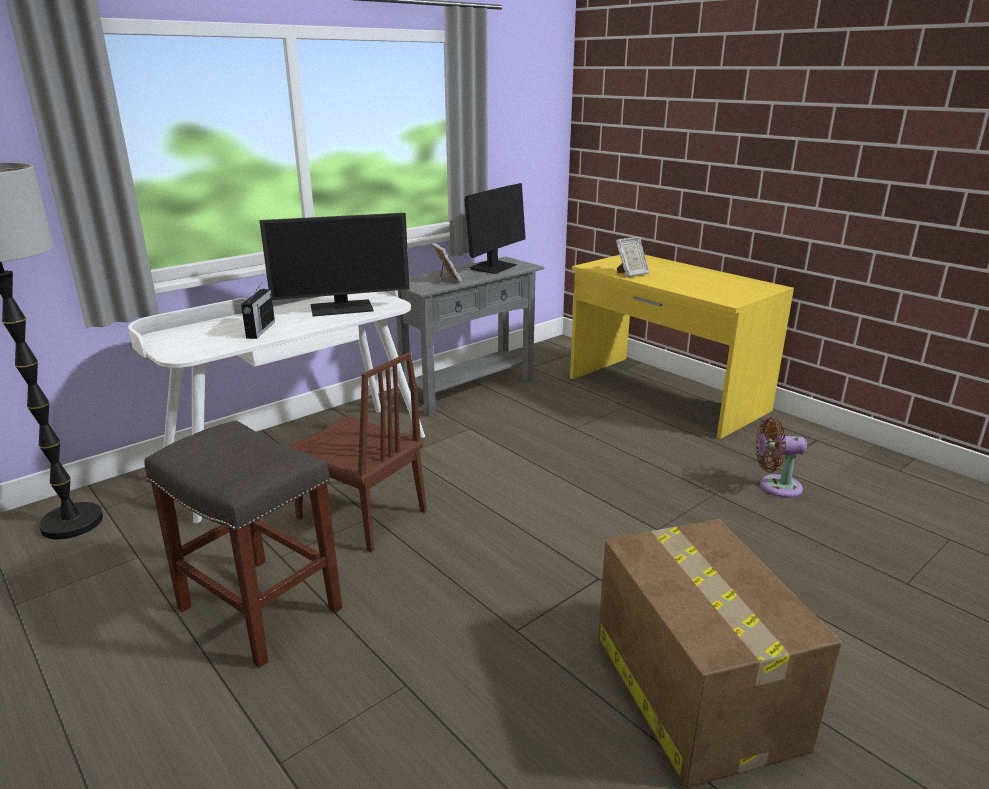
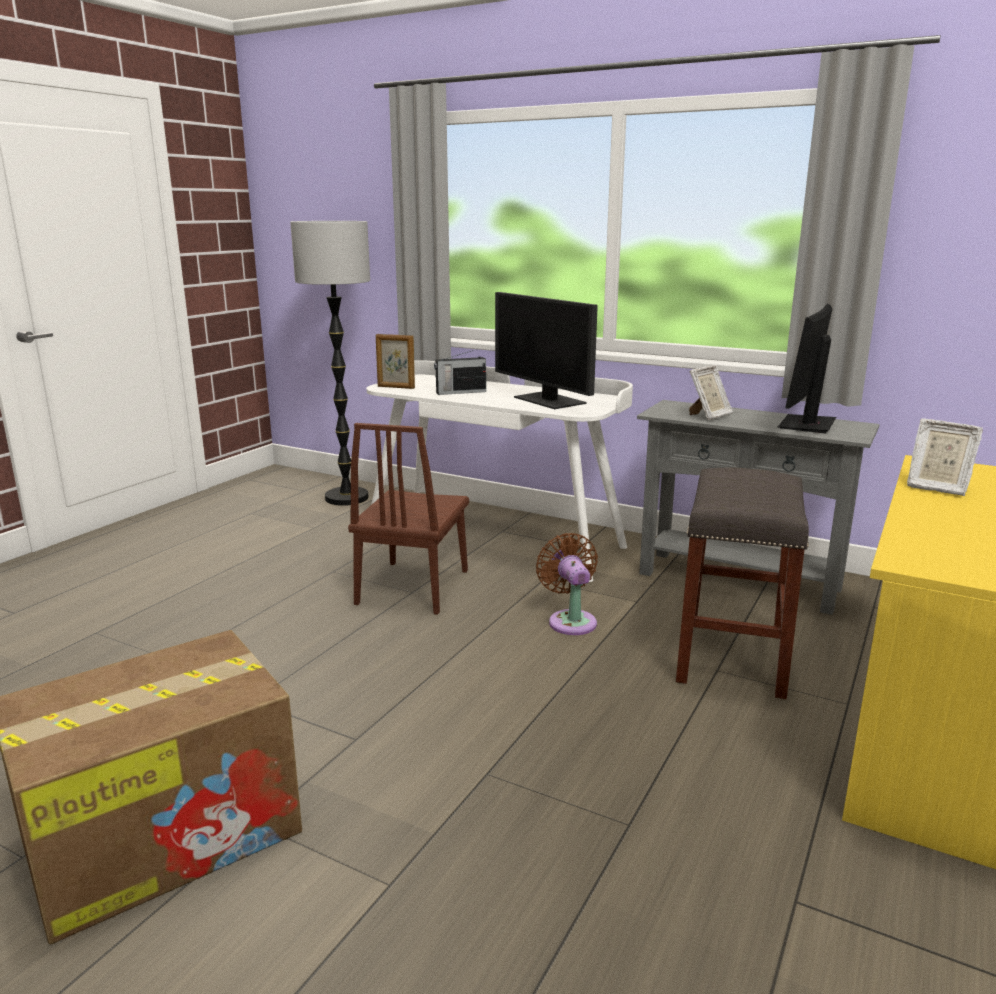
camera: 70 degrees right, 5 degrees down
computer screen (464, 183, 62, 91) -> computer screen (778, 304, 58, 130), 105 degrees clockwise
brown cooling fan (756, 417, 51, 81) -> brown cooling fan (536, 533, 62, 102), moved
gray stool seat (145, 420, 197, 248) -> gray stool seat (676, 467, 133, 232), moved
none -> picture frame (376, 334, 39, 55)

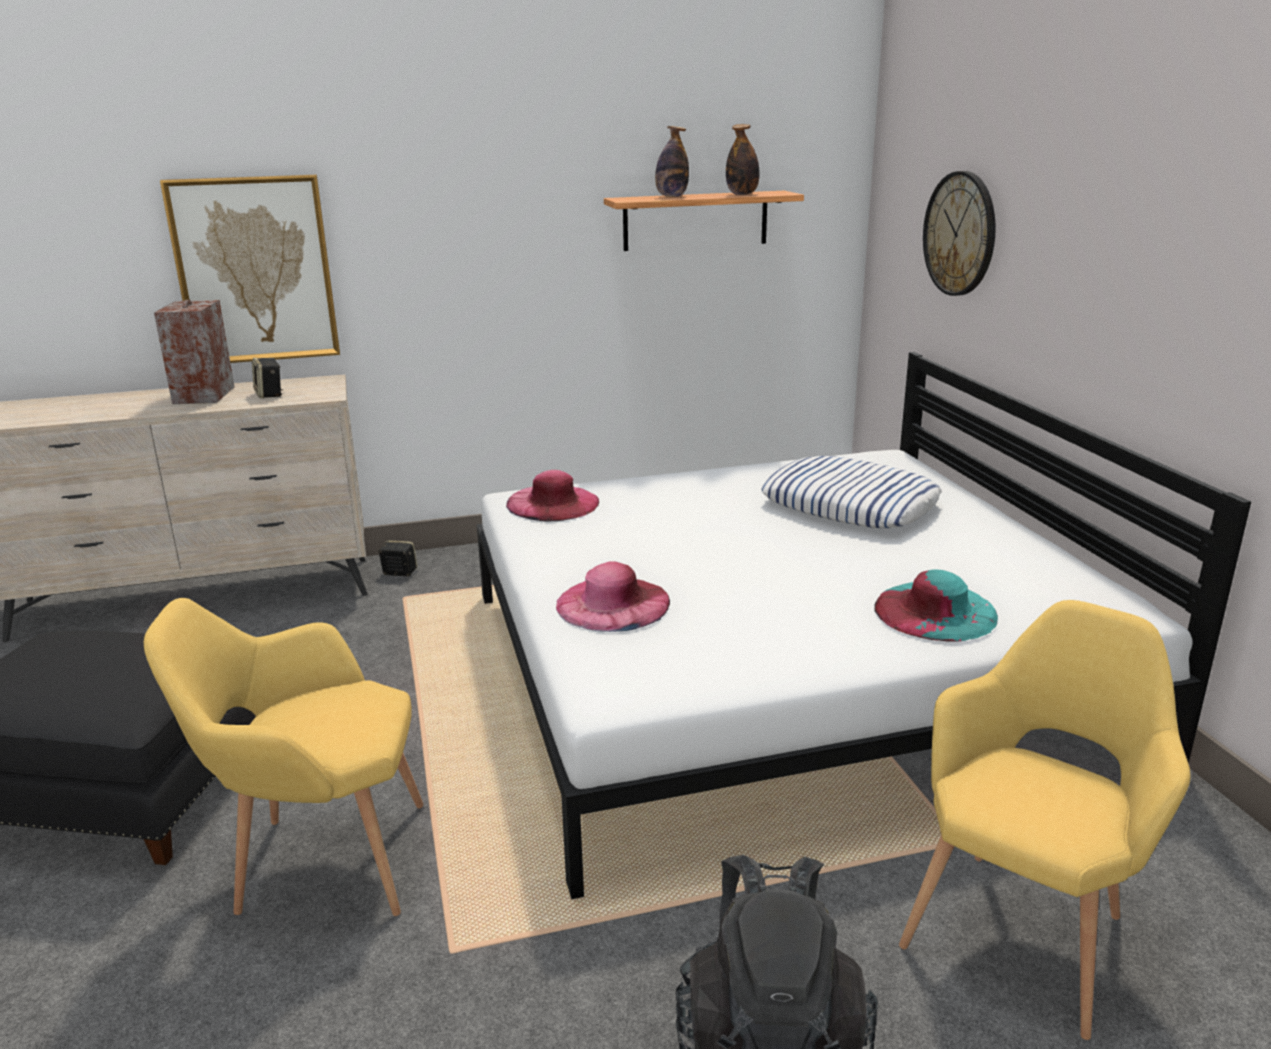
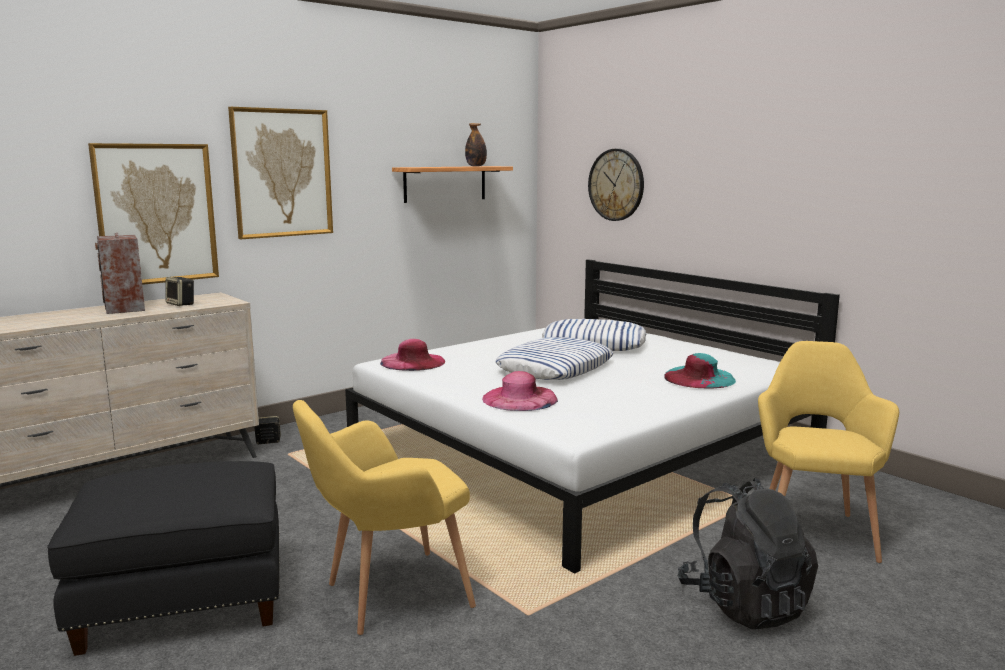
camera: 25 degrees left, 10 degrees down
bottle (655, 126, 34, 71) -> none
none -> picture (228, 107, 105, 132)
none -> cushion (495, 337, 118, 43)

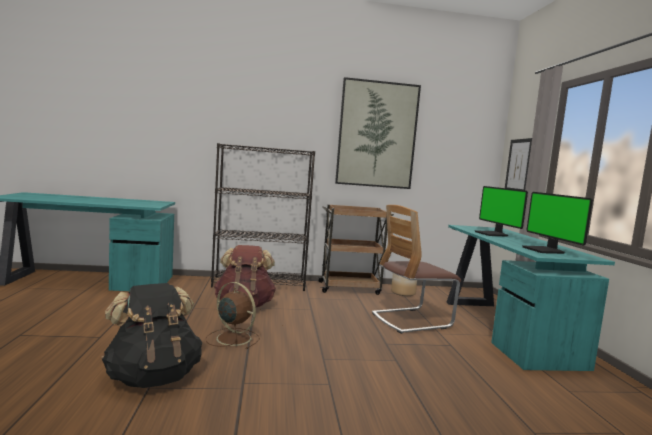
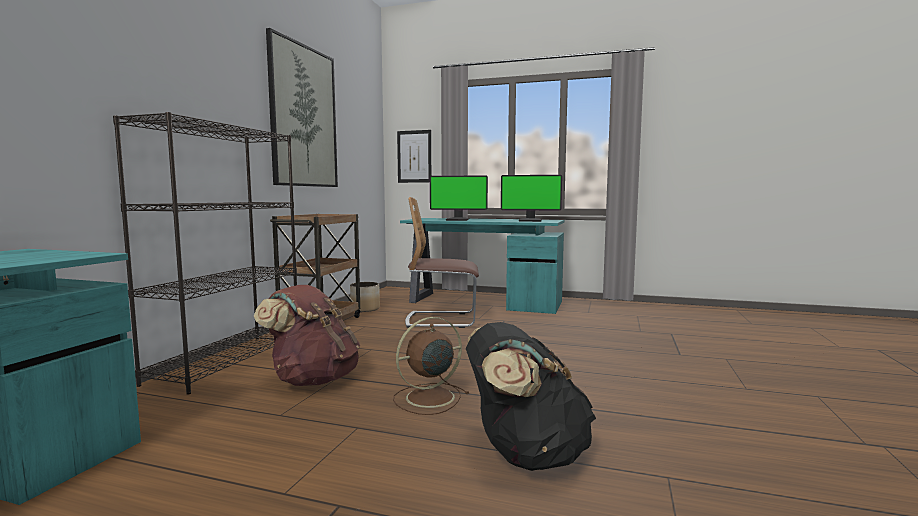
camera: 65 degrees left, 0 degrees up
plain chair (372, 205, 89, 129) -> plain chair (405, 197, 74, 131), 90 degrees clockwise

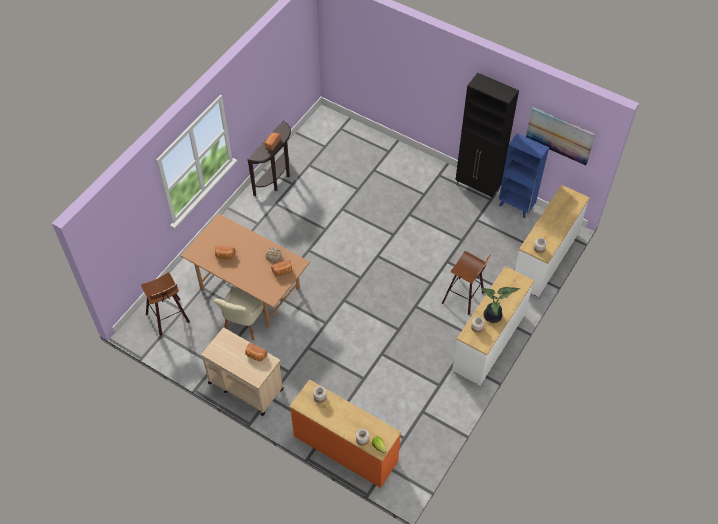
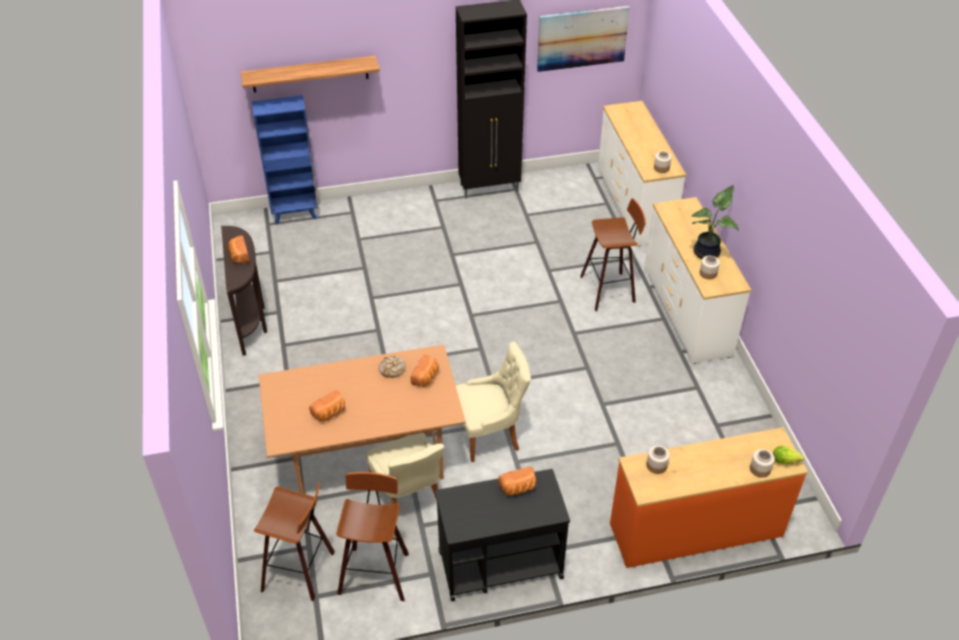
camera: 45 degrees left, 10 degrees down
blue bookcase (499, 133, 50, 85) -> blue bookcase (252, 95, 67, 129), moved
sand-coloured wheeled cart (201, 327, 82, 89) -> black-coloured wheeled cart (435, 469, 135, 132)
none -> wall shelf (241, 56, 139, 36)
none -> sand-coloured plain chair (456, 342, 75, 120)
none -> stool seat (336, 472, 73, 129)

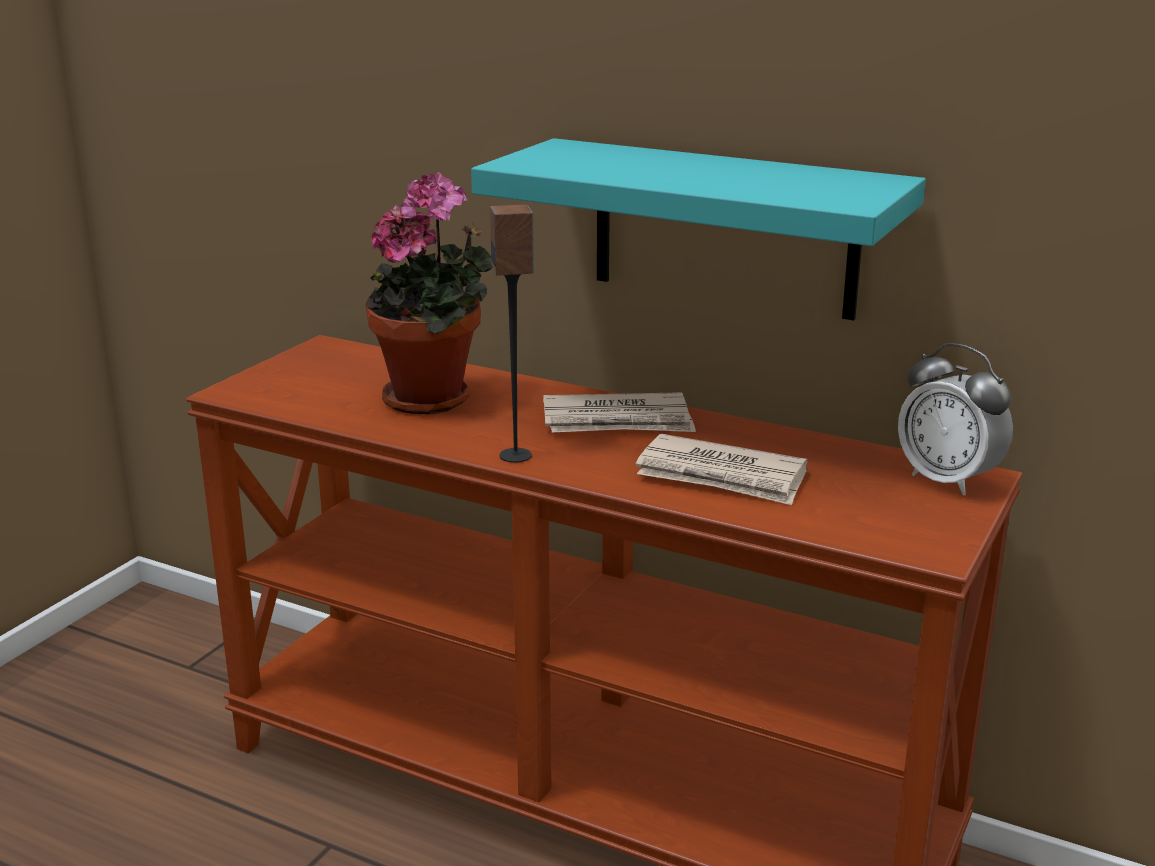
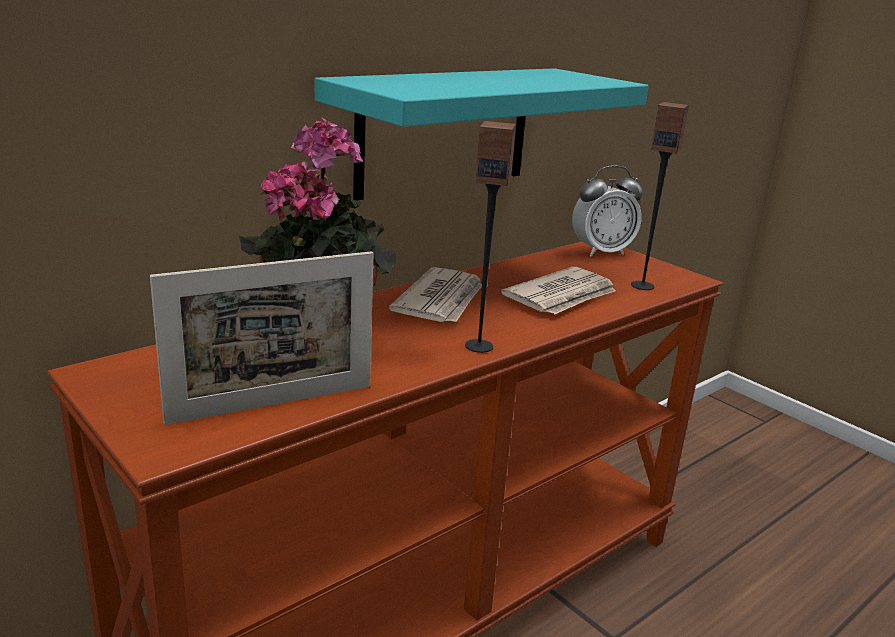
camera: 70 degrees left, 0 degrees up
none -> speaker (631, 102, 58, 188)
none -> picture frame (150, 251, 224, 174)

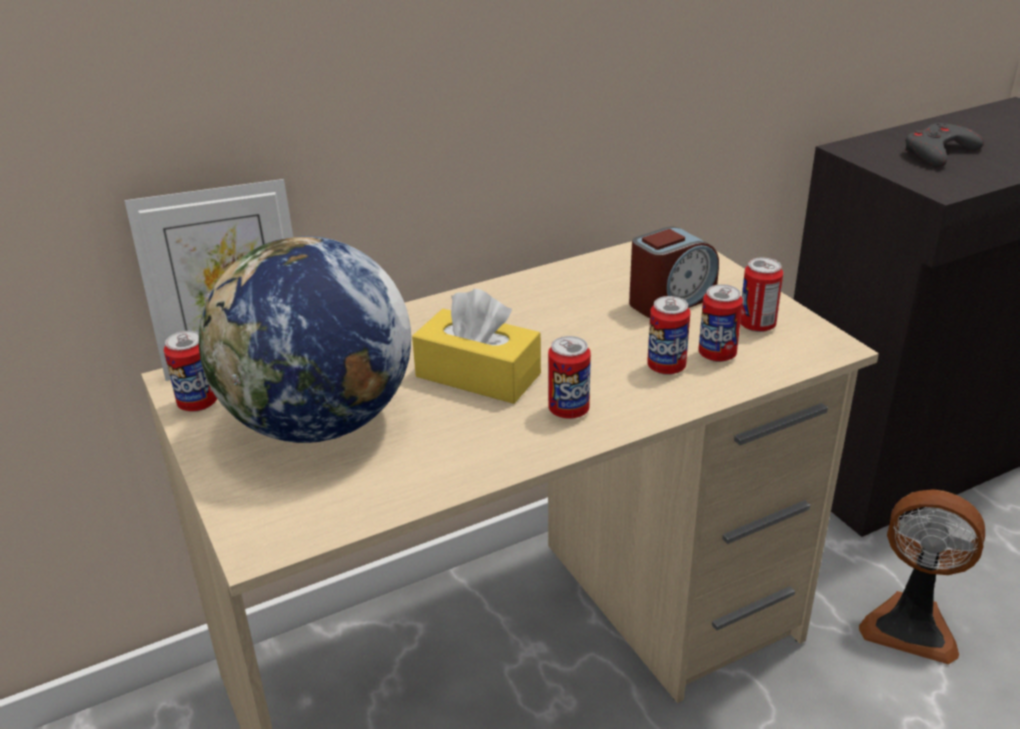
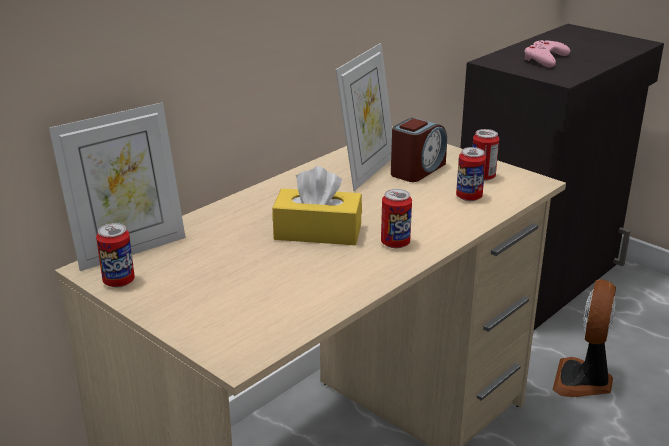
camera: 20 degrees left, 5 degrees down
gray gamepad (905, 123, 79, 45) -> pink gamepad (524, 40, 46, 28)
world globe (199, 236, 212, 207) -> none
metal can (647, 296, 44, 79) -> none
cooling fan (859, 489, 126, 175) -> cooling fan (553, 279, 63, 118), 105 degrees clockwise
none -> picture frame (336, 43, 56, 148)

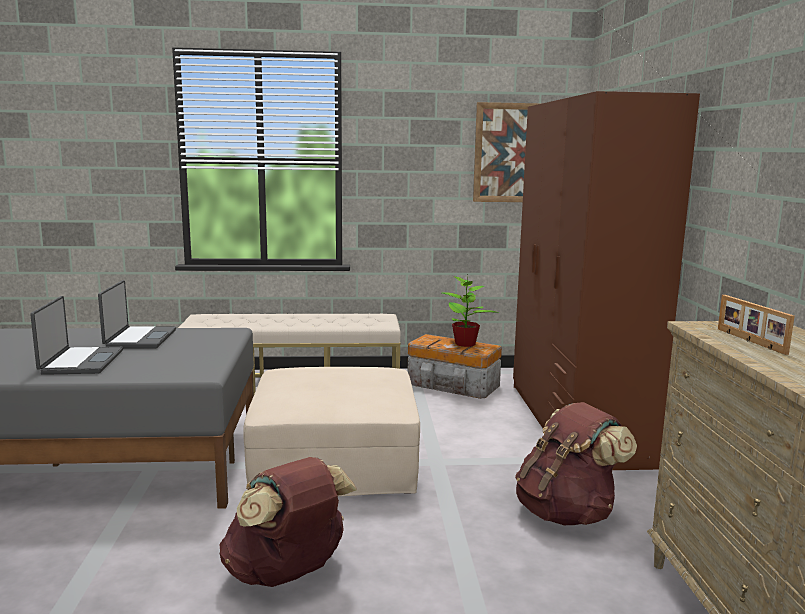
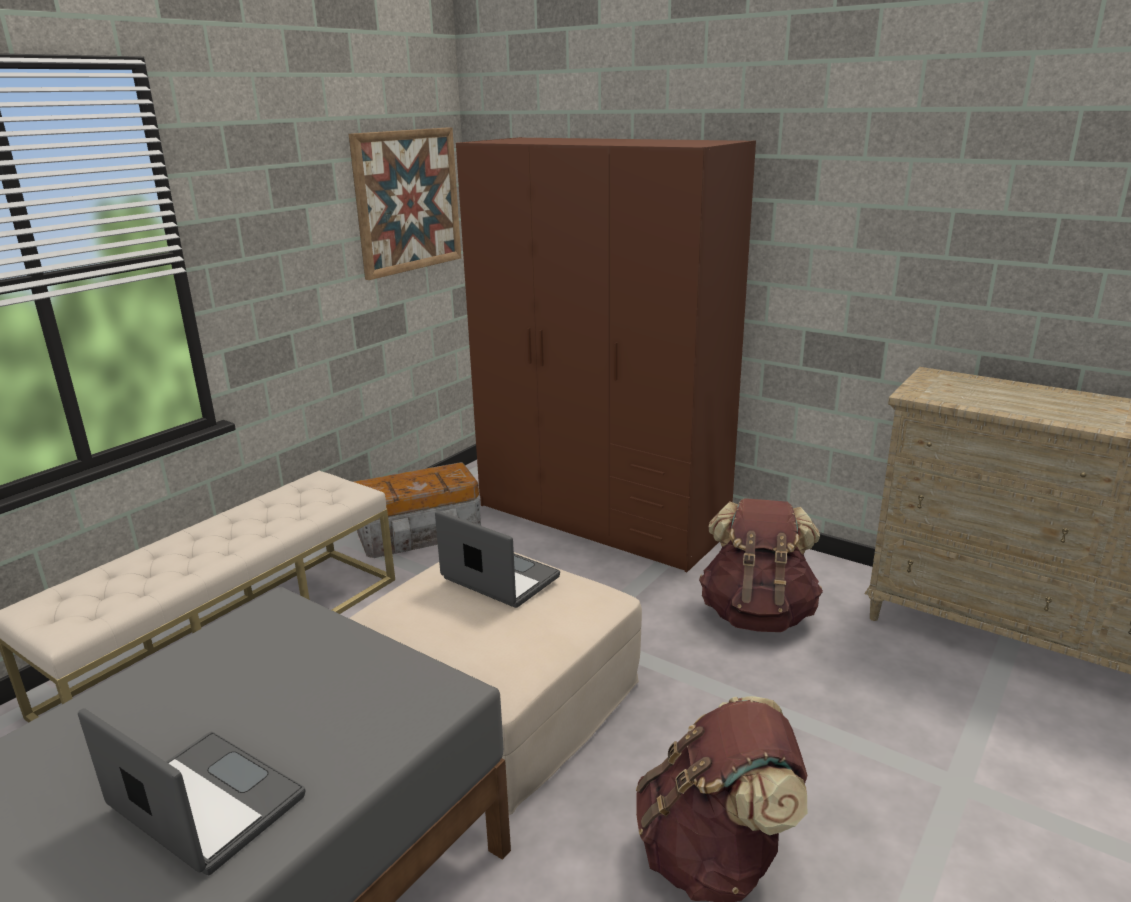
camera: 50 degrees left, 10 degrees up
potted plant (442, 275, 58, 72) -> none
laptop (98, 280, 78, 68) -> laptop (435, 511, 125, 97), moved
picture frame (718, 295, 77, 60) -> none

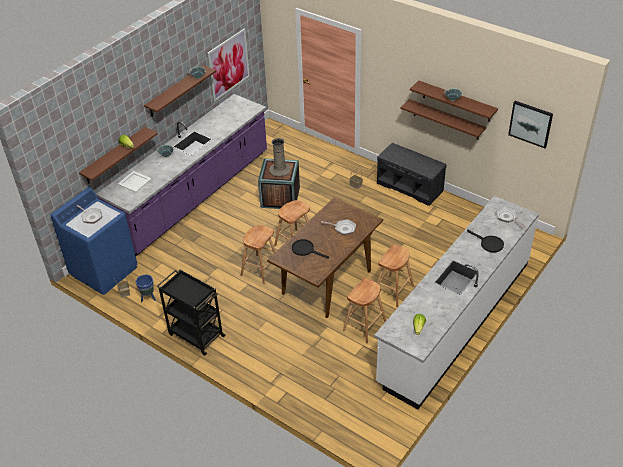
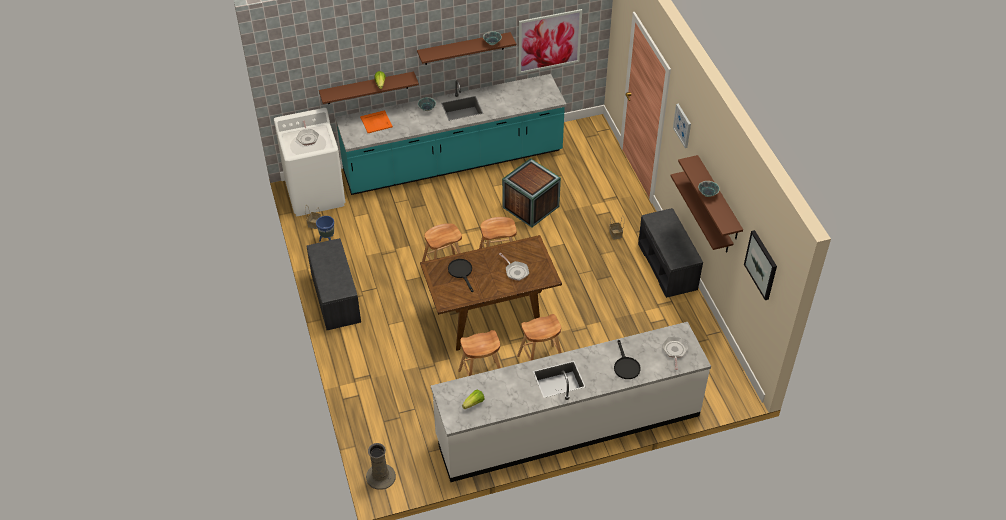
camera: 35 degrees right, 5 degrees up
purplish counter (96, 94, 171, 162) -> blue-green counter (335, 74, 232, 121)
sand-coloured decorative vase (269, 138, 22, 39) -> sand-coloured decorative vase (366, 443, 30, 47), moved
white-coloured tray (118, 171, 34, 21) -> orange tray (360, 110, 33, 23)
blue laundry machine (50, 187, 87, 108) -> white-coloured laundry machine (274, 108, 71, 108)
black-coloured wheeled cart (157, 269, 69, 87) -> gray bench (307, 238, 54, 92)
none -> picture (673, 104, 18, 44)

